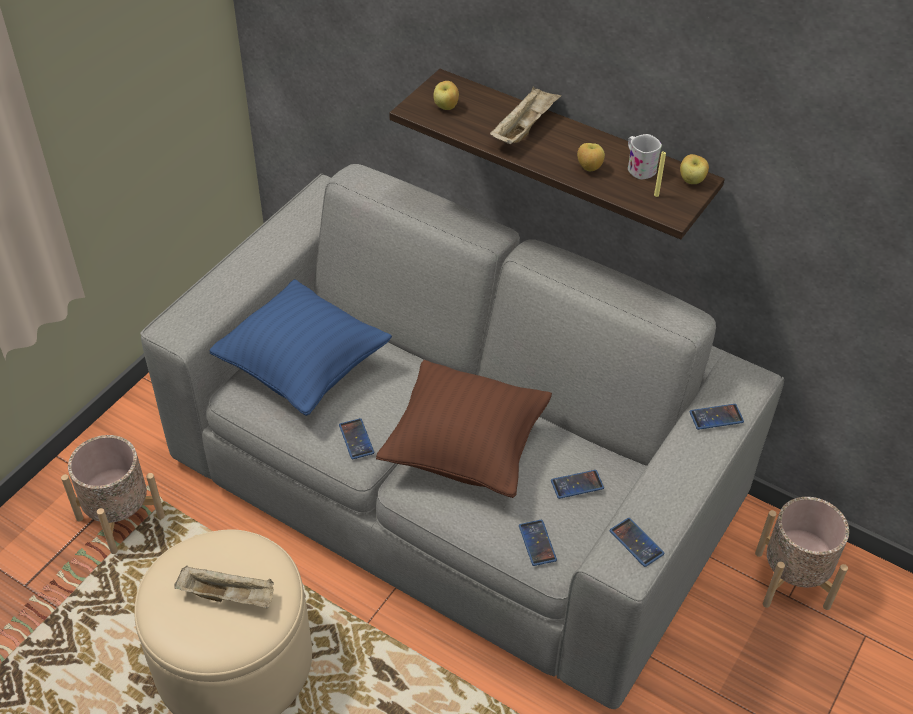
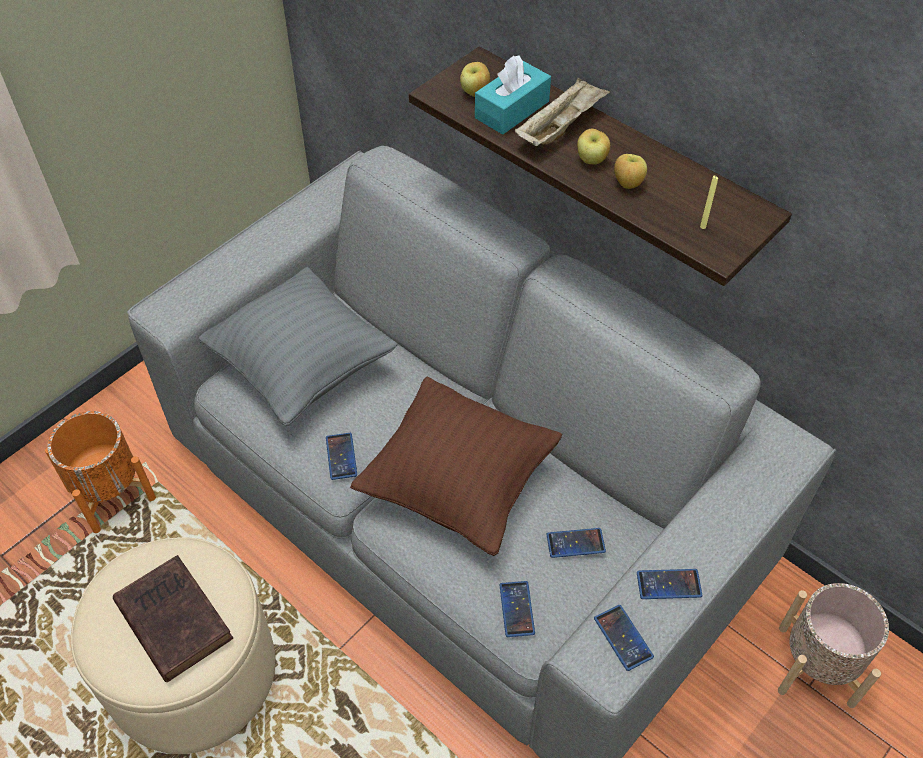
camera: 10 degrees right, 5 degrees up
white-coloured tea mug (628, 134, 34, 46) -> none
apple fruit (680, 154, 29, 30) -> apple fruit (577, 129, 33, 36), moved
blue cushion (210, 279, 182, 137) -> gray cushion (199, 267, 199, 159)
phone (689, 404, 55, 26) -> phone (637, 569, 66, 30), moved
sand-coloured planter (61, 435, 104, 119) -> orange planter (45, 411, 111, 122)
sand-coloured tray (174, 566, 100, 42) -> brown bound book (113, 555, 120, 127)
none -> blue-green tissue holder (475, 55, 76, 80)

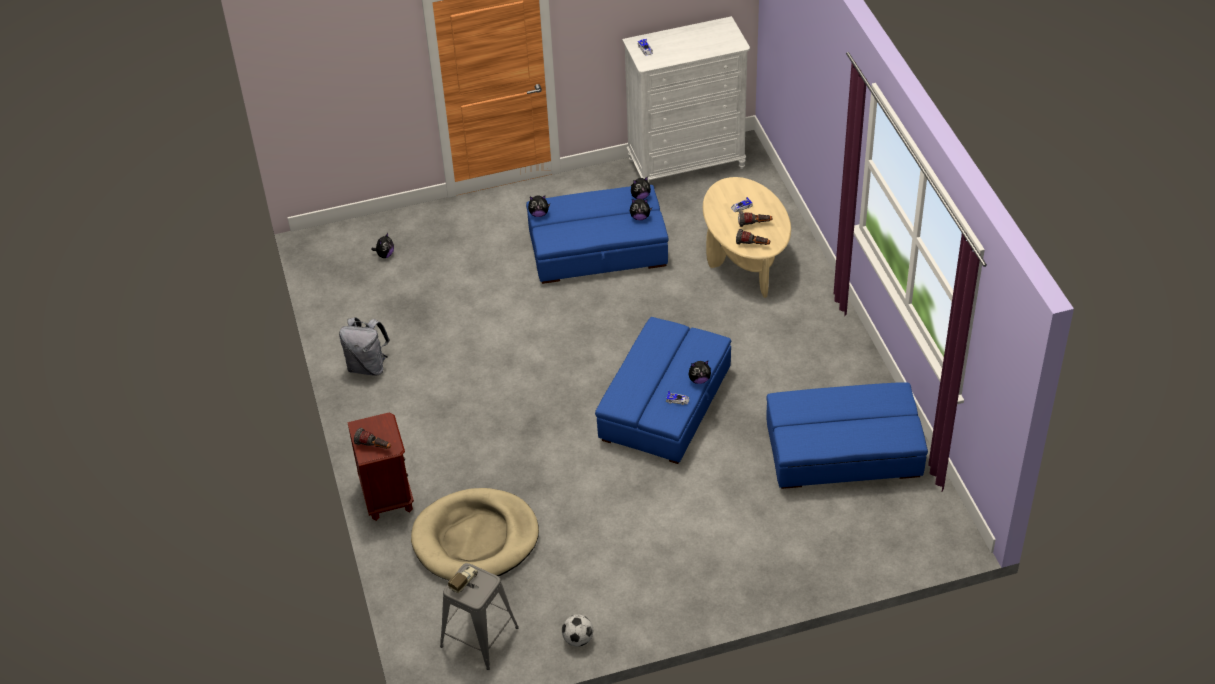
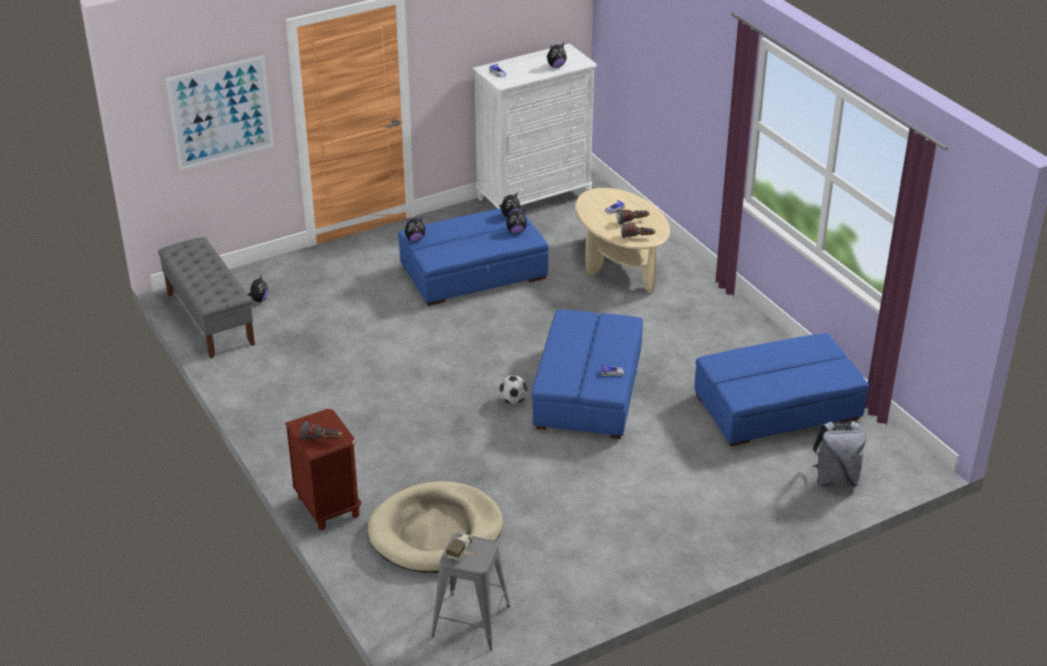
camera: 15 degrees left, 10 degrees down
gray rucksack (339, 317, 51, 59) -> gray rucksack (812, 421, 54, 66), moved
cuddly toy (689, 361, 22, 23) -> cuddly toy (546, 43, 21, 25), moved
football (562, 614, 31, 33) -> football (499, 375, 29, 29), moved
none -> picture (166, 56, 108, 114)
none -> gray bench (158, 237, 97, 122)

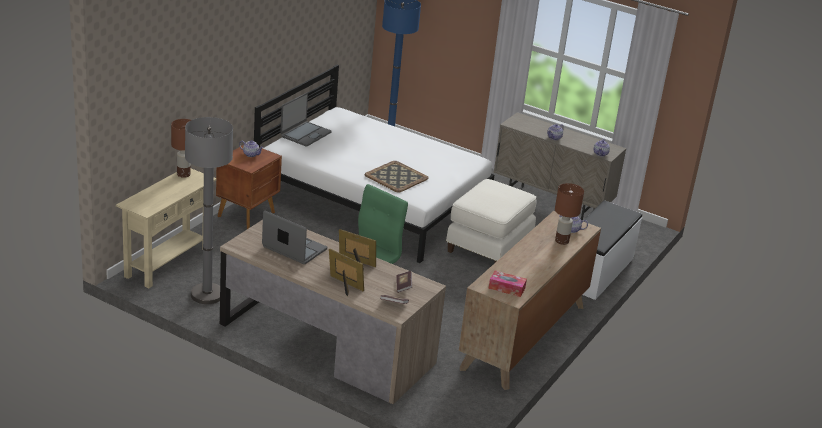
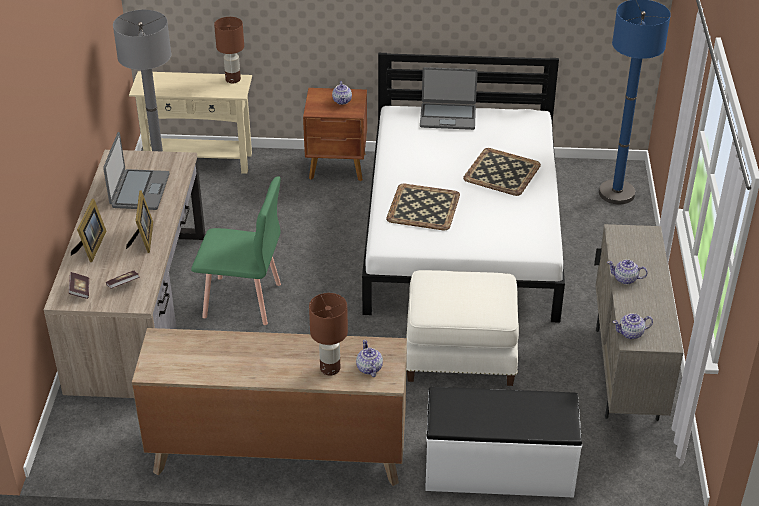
camera: 65 degrees right, 10 degrees up
tissue holder (488, 271, 39, 26) -> none
none -> tray (463, 148, 78, 48)

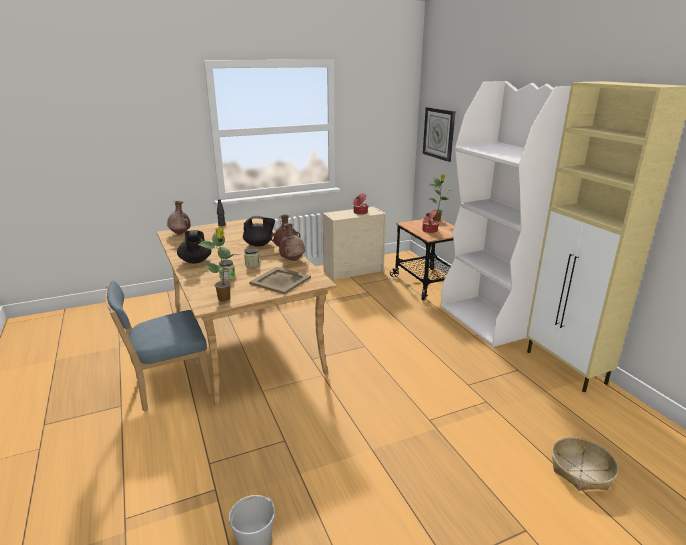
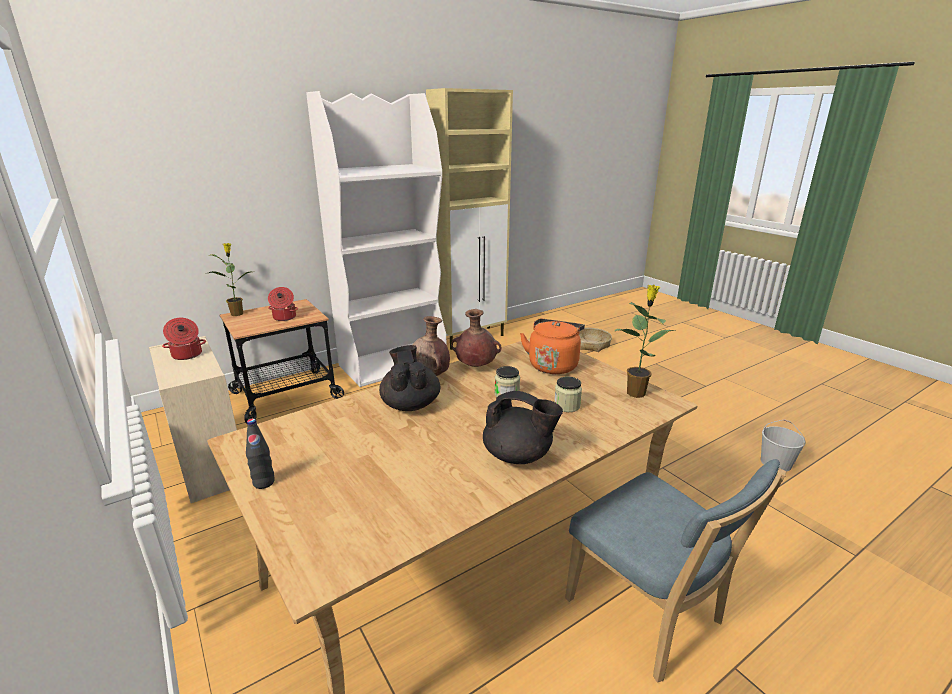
camera: 100 degrees left, 0 degrees up
clock on the wall (423, 107, 32, 55) -> none
brown decorative vase (167, 201, 24, 34) -> none
black-coloured tea pot (177, 230, 34, 34) -> black-coloured tea pot (483, 391, 80, 73), 45 degrees clockwise
sand-coloured tray (249, 267, 62, 27) -> orange tea kettle (520, 319, 65, 55)

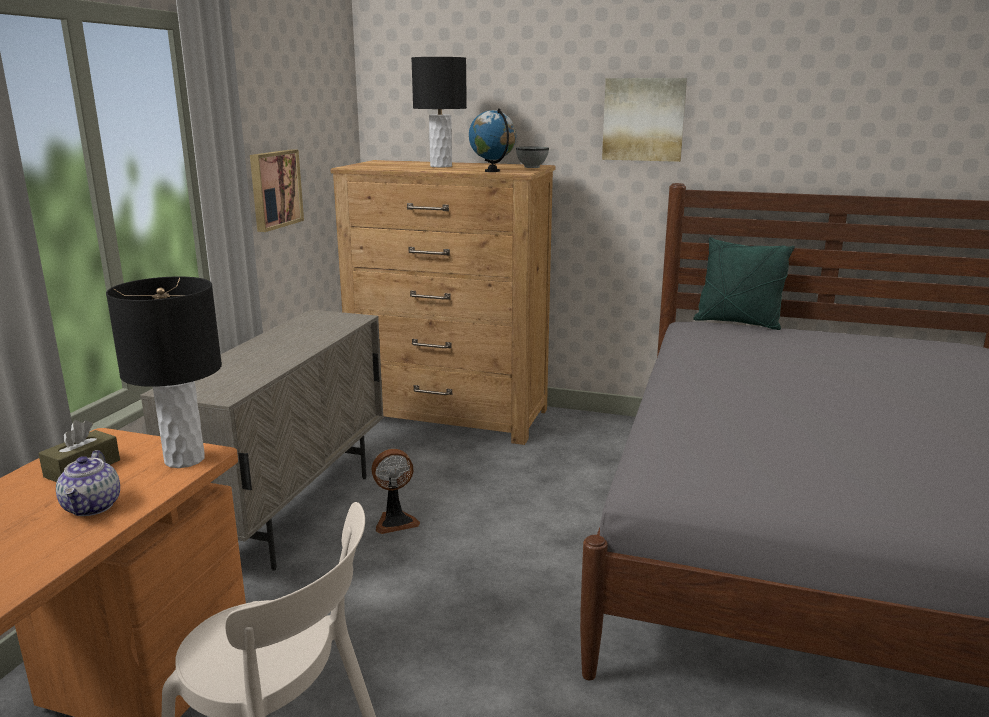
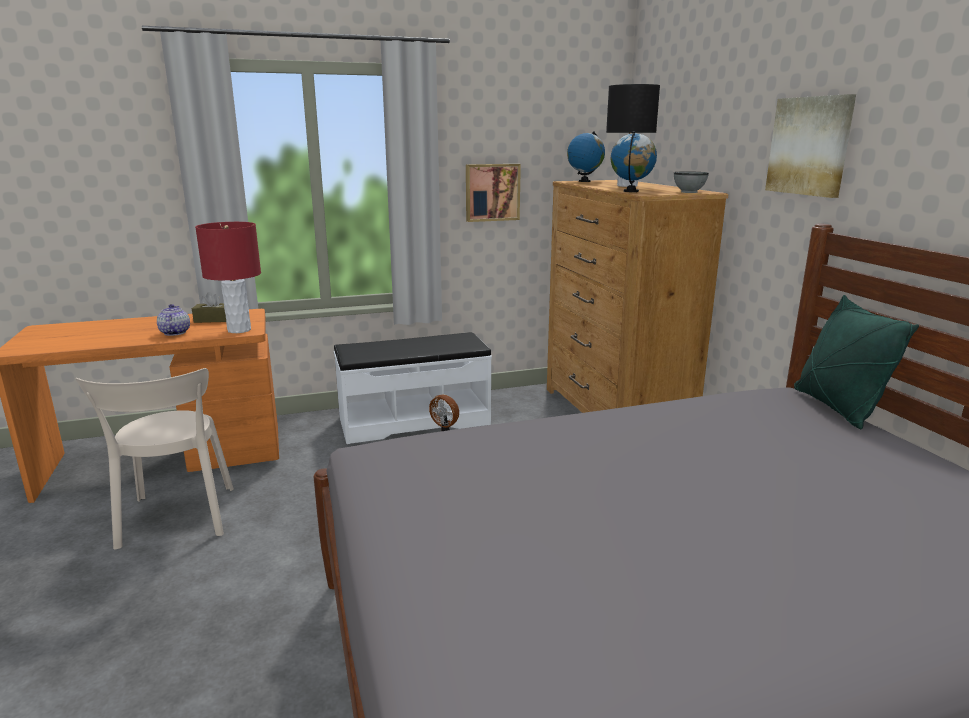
camera: 55 degrees right, 0 degrees up
black-coloured tabletop lamp (106, 277, 116, 191) -> red-coloured tabletop lamp (195, 222, 66, 111)
sand-coloured cupboard (140, 310, 244, 261) -> white-coloured bench (334, 332, 158, 112)
tea pot (56, 450, 64, 66) -> tea pot (157, 304, 33, 32), 120 degrees clockwise
none -> world globe (567, 131, 38, 51)

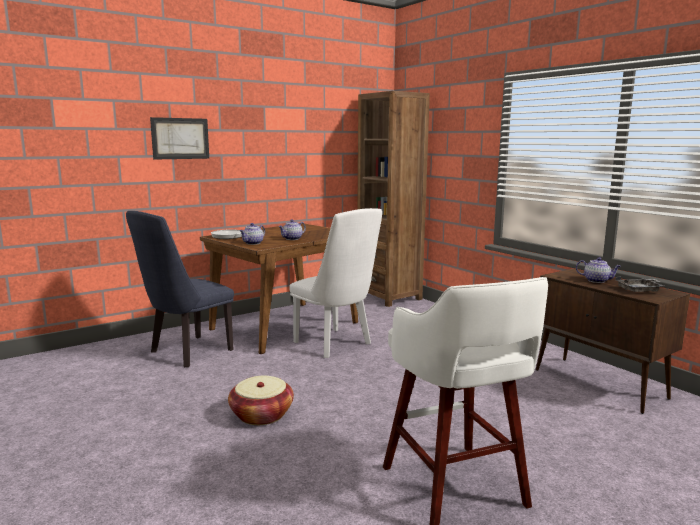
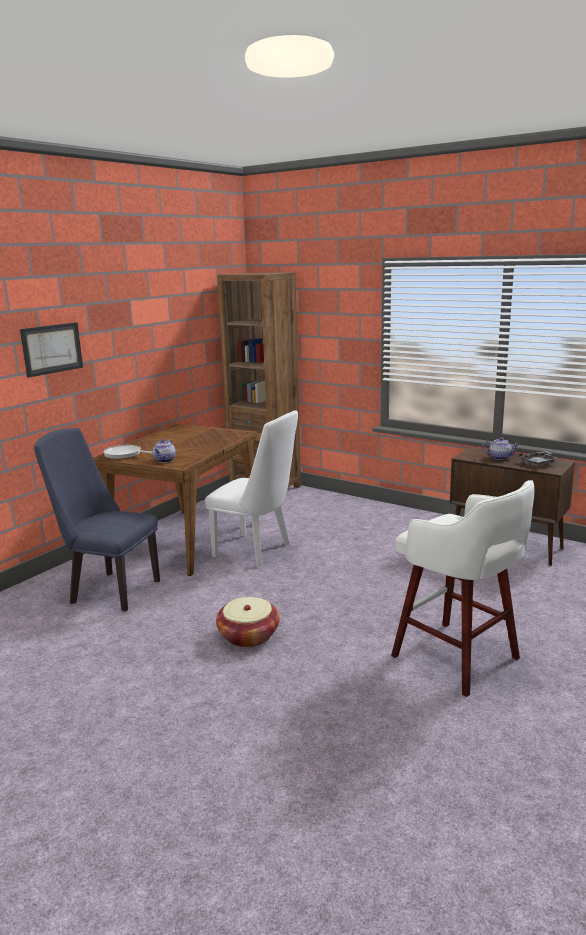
camera: 20 degrees left, 5 degrees up
blue plain chair (126, 211, 108, 156) -> blue plain chair (34, 428, 126, 183), 90 degrees clockwise
tea pot (278, 219, 28, 21) -> none

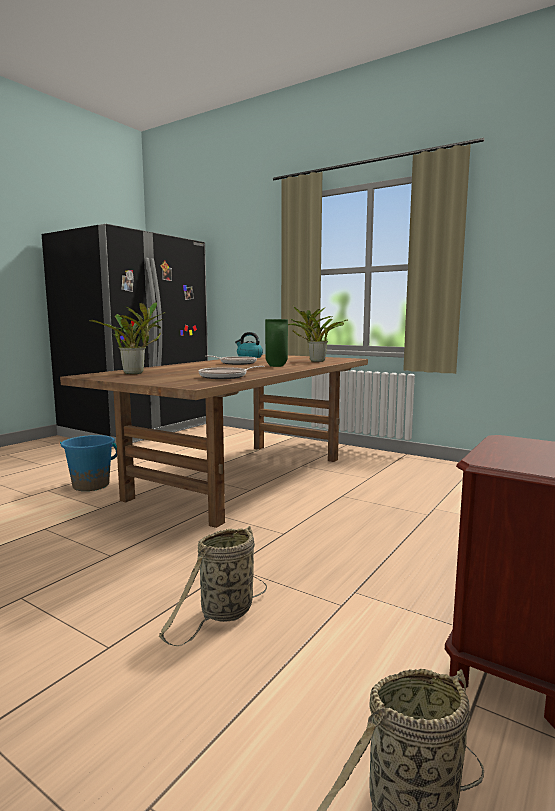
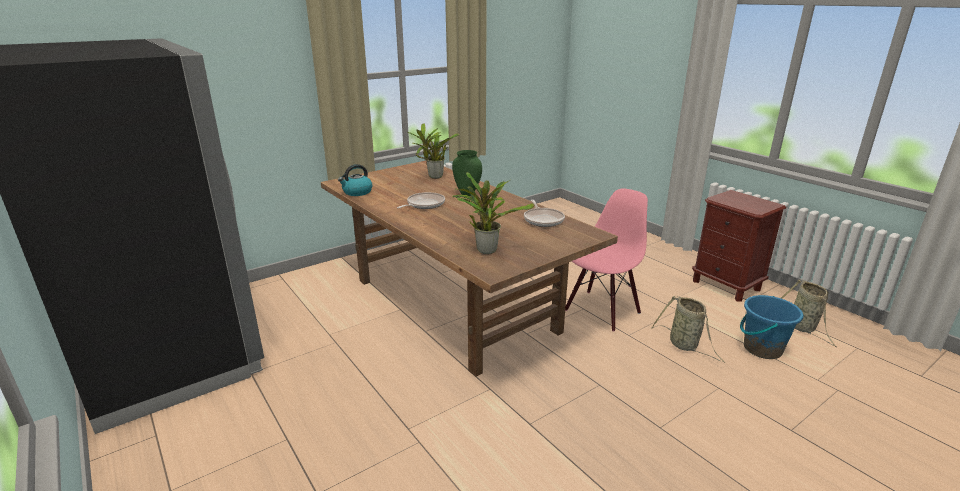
camera: 70 degrees left, 15 degrees up
blue water bucket (60, 435, 57, 56) -> blue water bucket (740, 295, 63, 64), moved
none -> pink plain chair (565, 189, 83, 143)

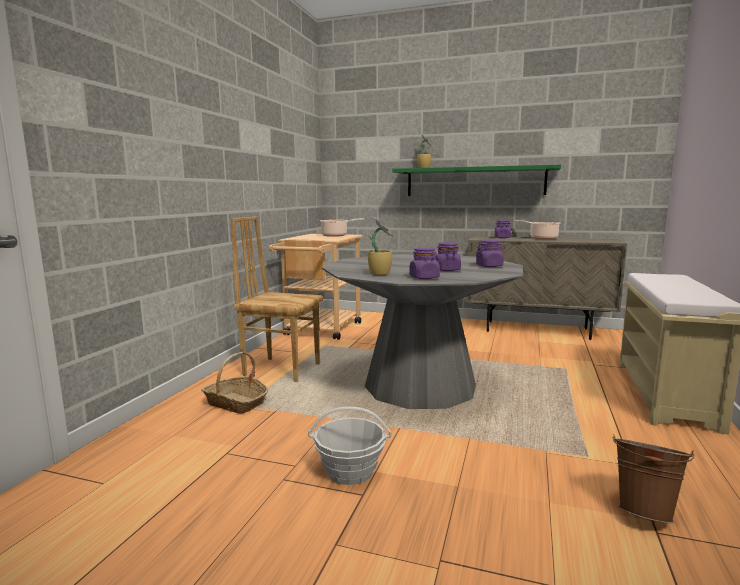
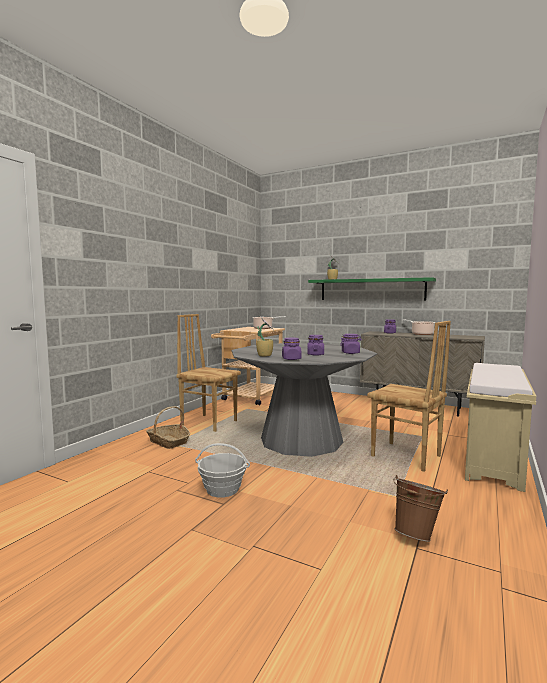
camera: 10 degrees right, 5 degrees down
none -> brown plain chair (367, 321, 84, 151)

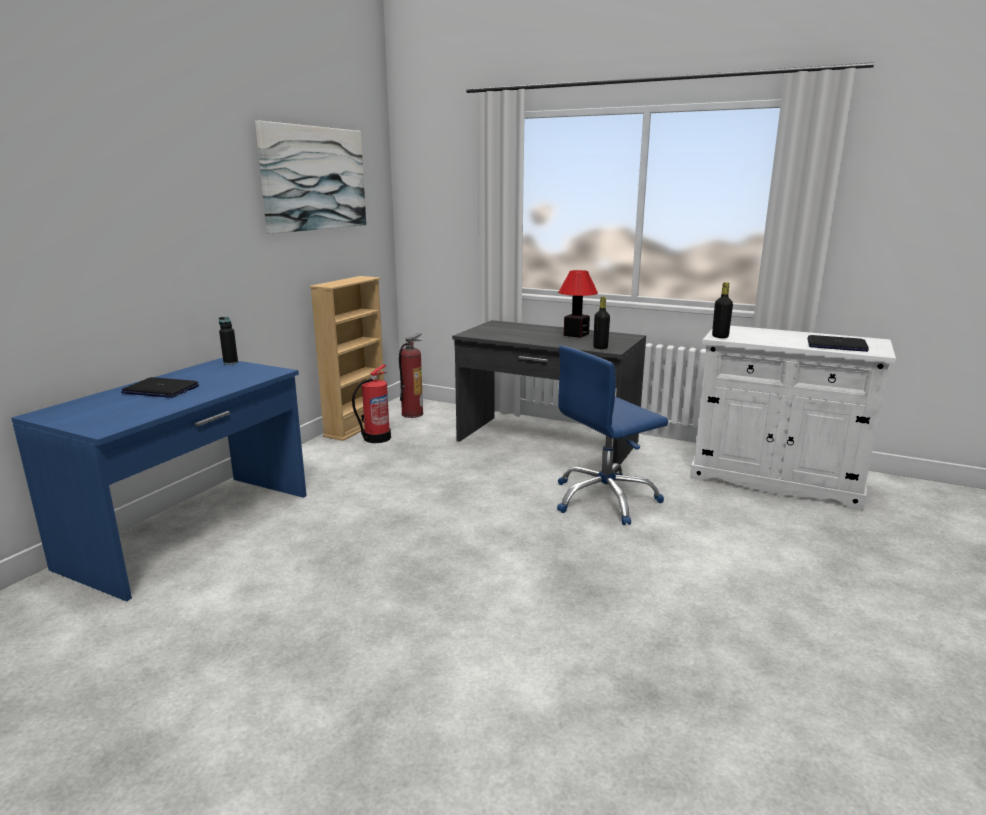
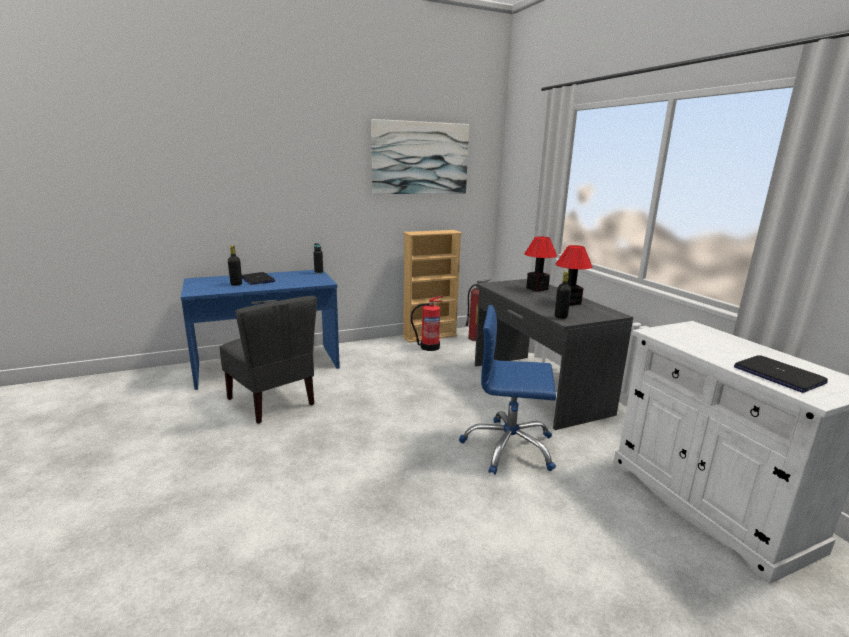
camera: 40 degrees right, 0 degrees up
black-coloured bottle (712, 282, 21, 56) -> black-coloured bottle (228, 245, 14, 41), moved
none -> tabletop lamp (524, 236, 33, 56)
none -> gray plain chair (219, 296, 98, 128)

